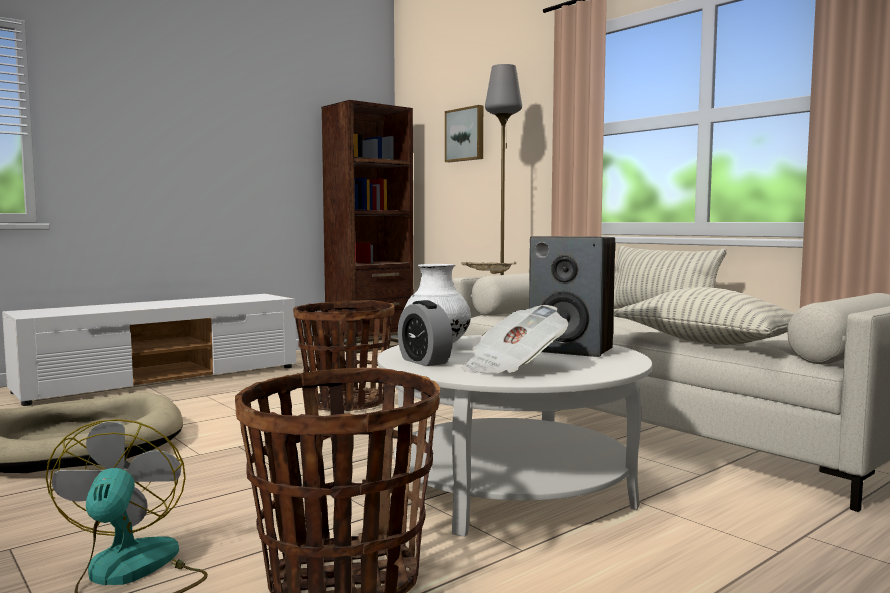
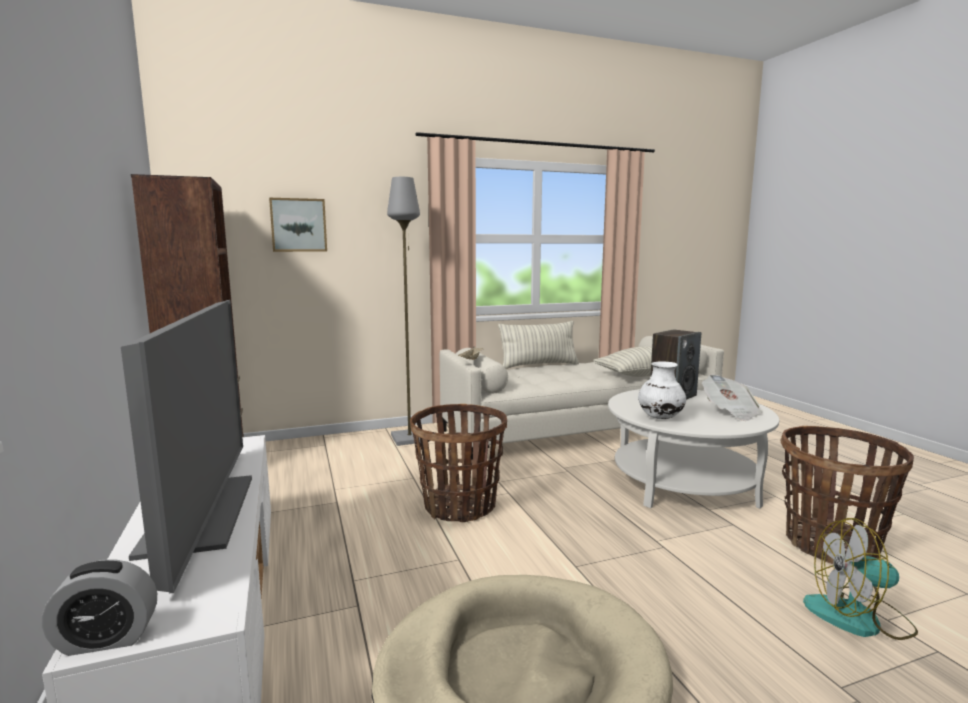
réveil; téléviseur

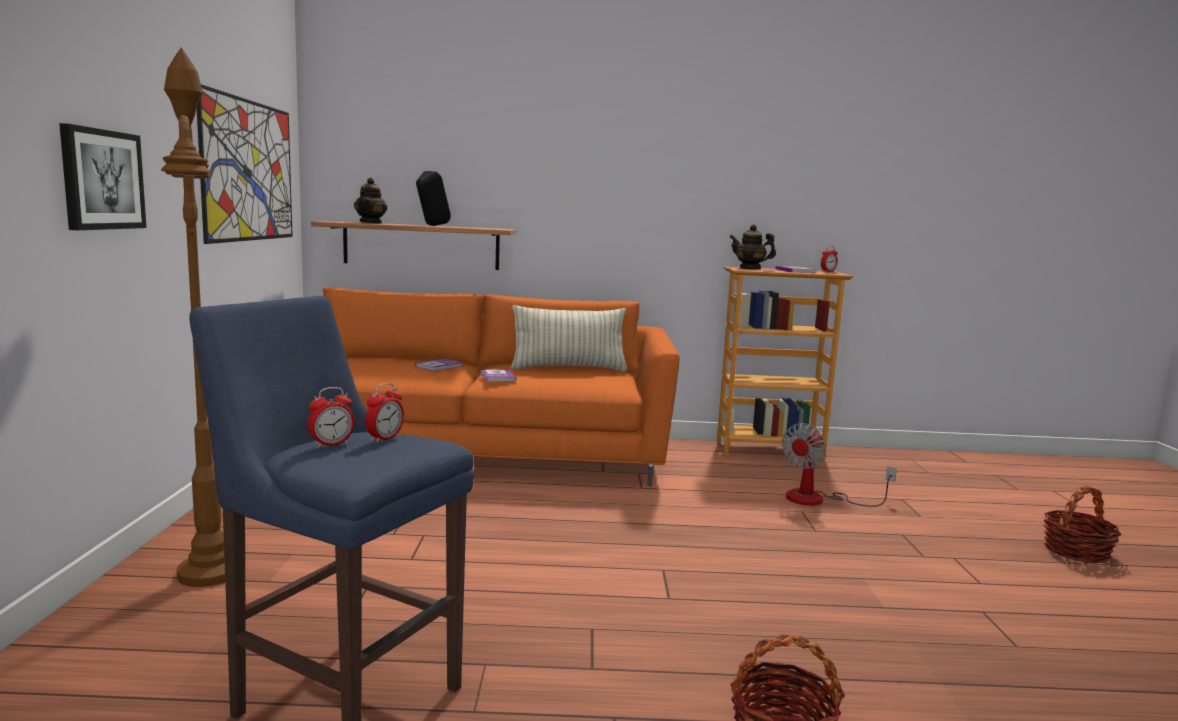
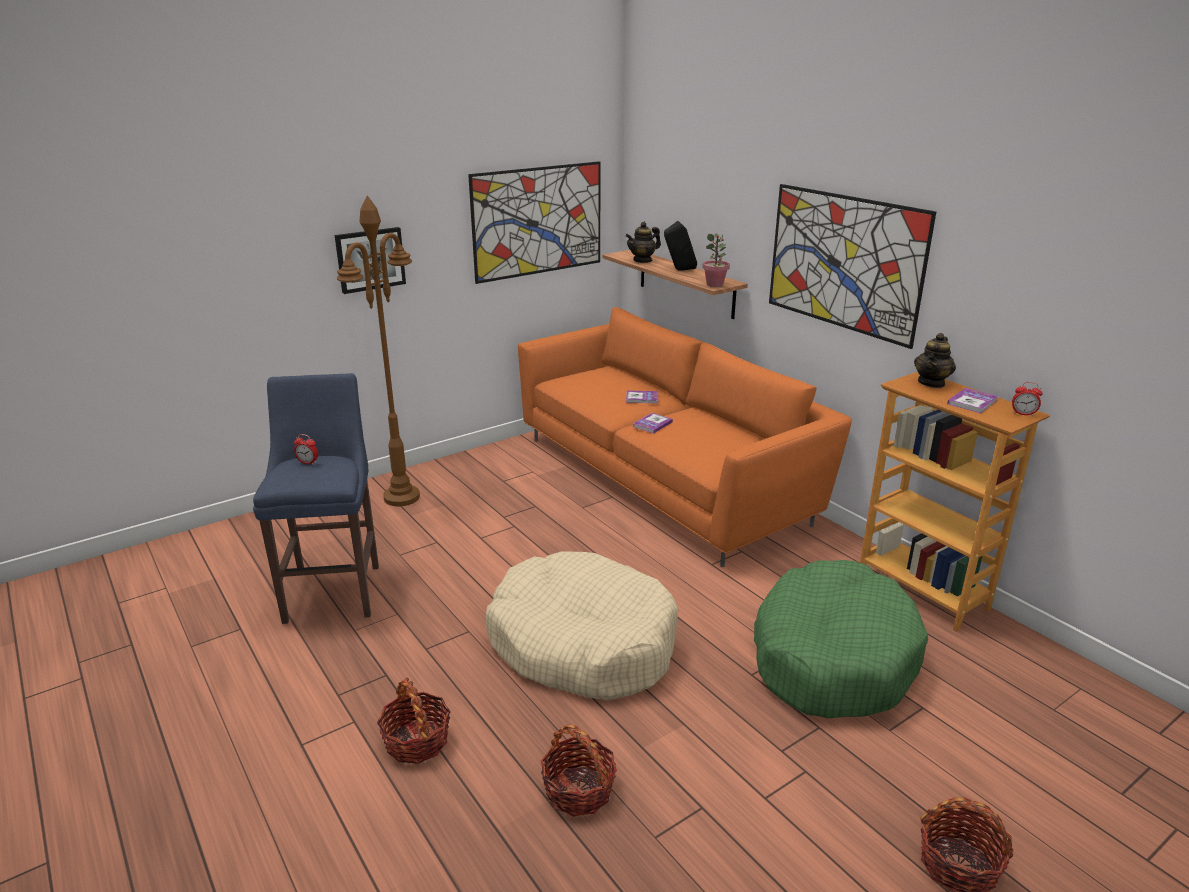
théière (no. 2 from left); coussin; réveil (no. 2 from left in the first image); panier pour chien [vert]; tableau (no. 3 from left); plante en pot; panier pour chien [beige]; panier (no. 2 from left)

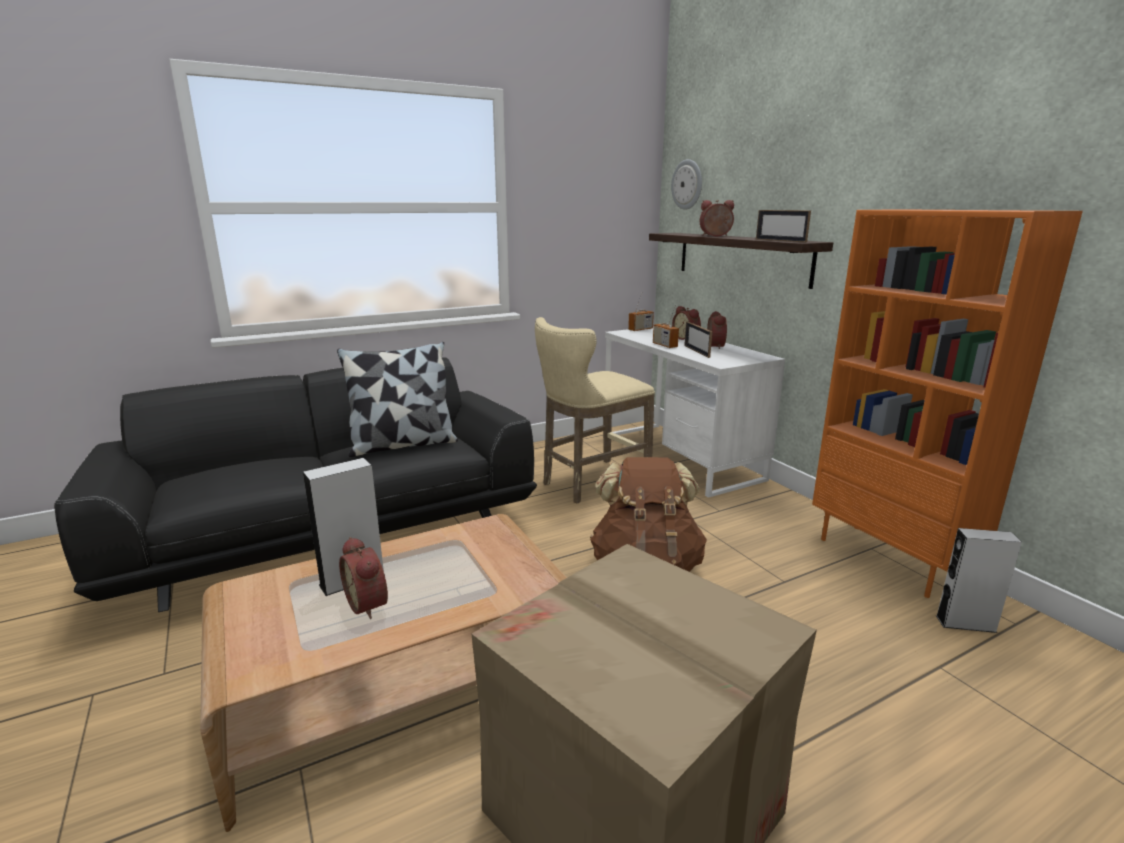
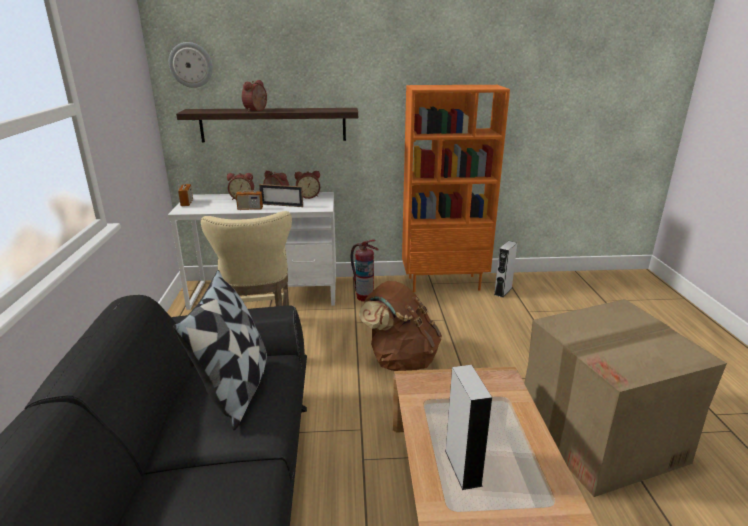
cadre photo (no. 2 from left in the first image); réveil (no. 4 from left); extincteur

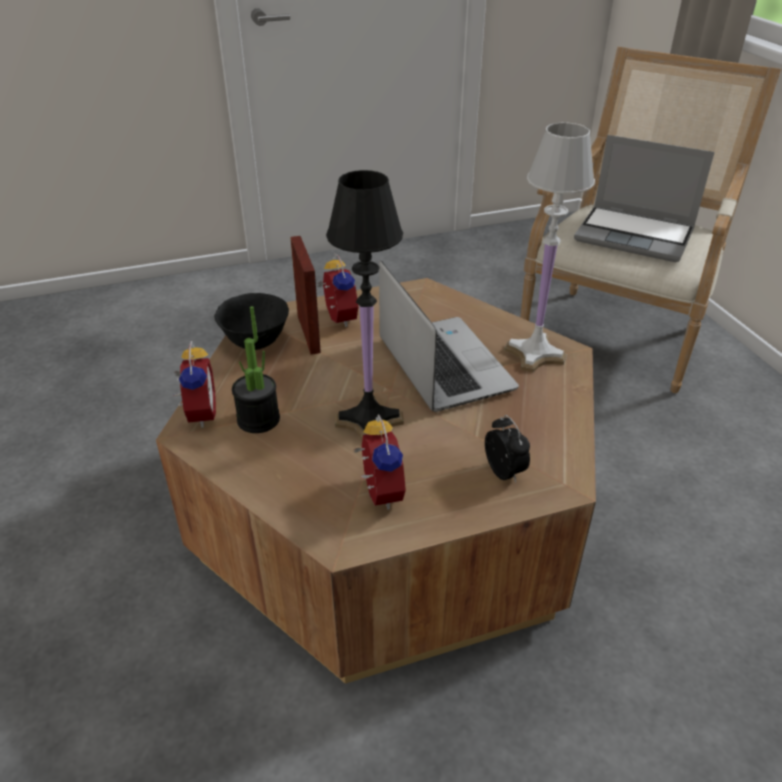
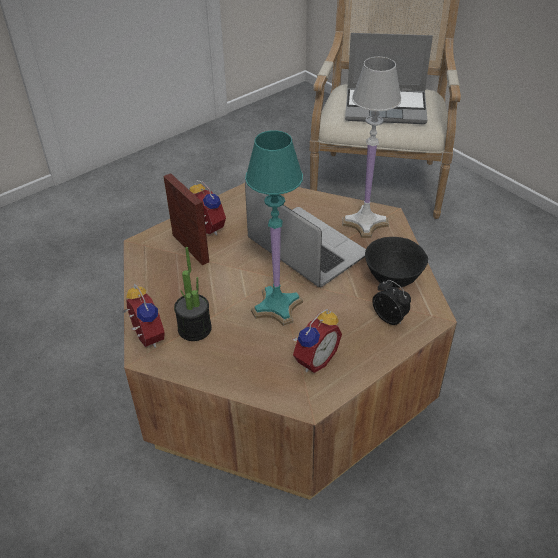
lampe de table [turquoise]; bol [noir]; réveil (no. 3 from left)

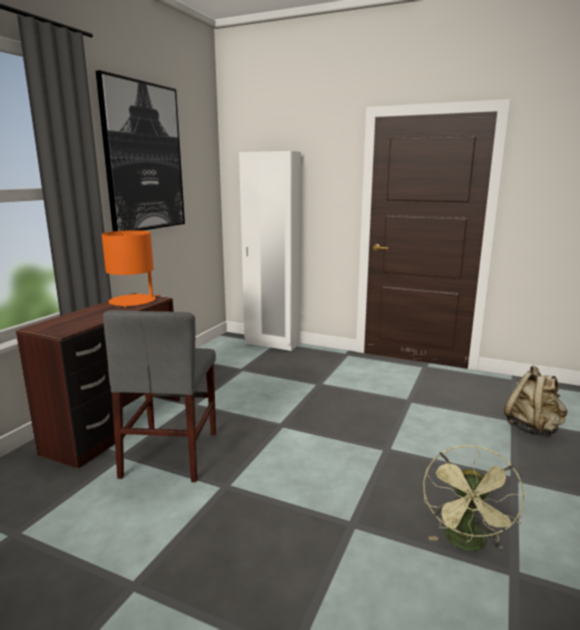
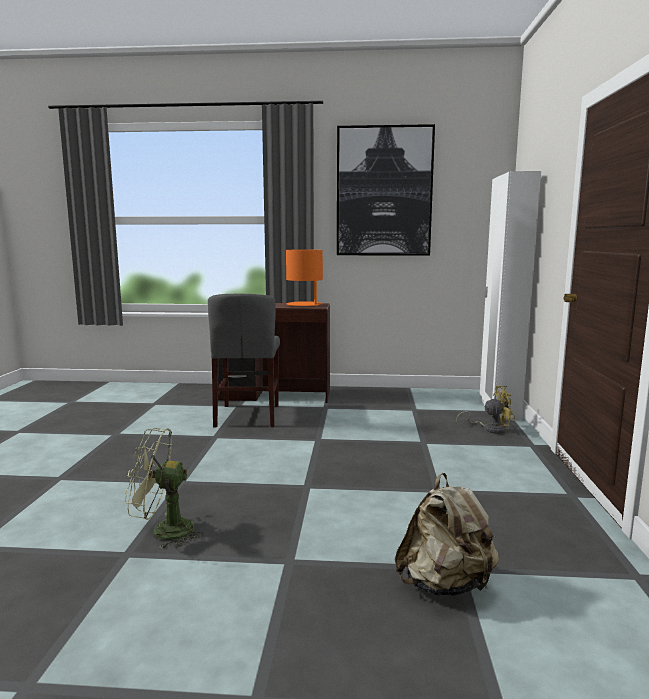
chaise [gris]; ventilateur [jaune]

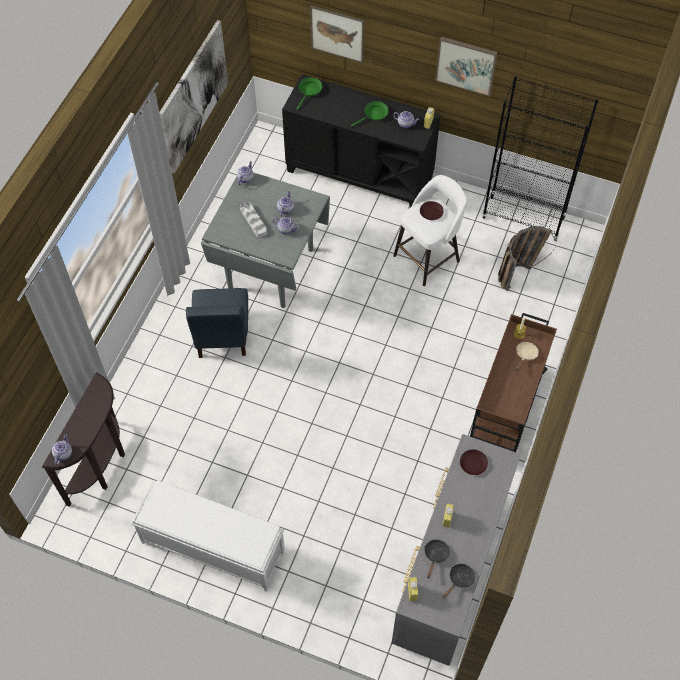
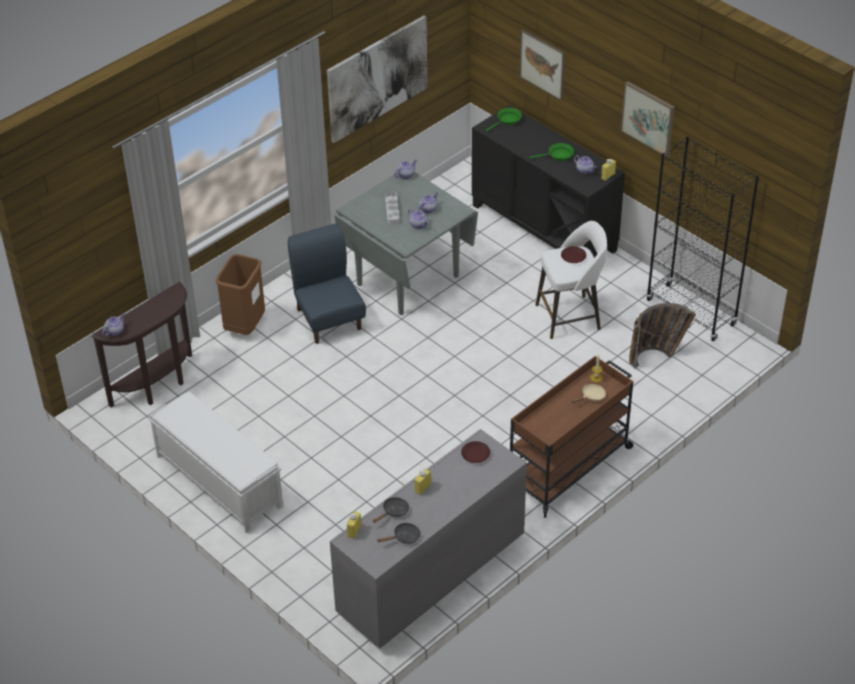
chaise [bleu]; poubelle [marron]

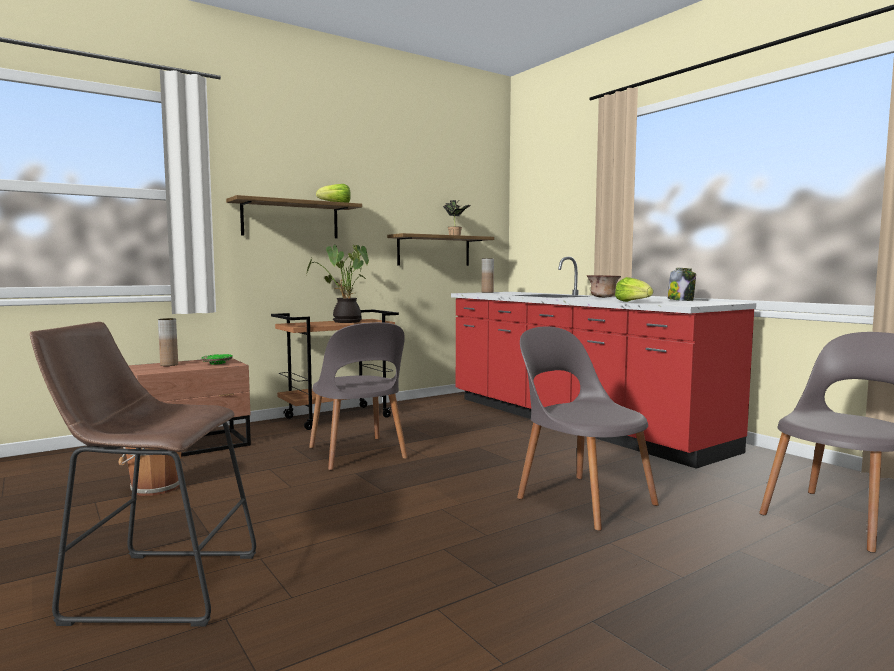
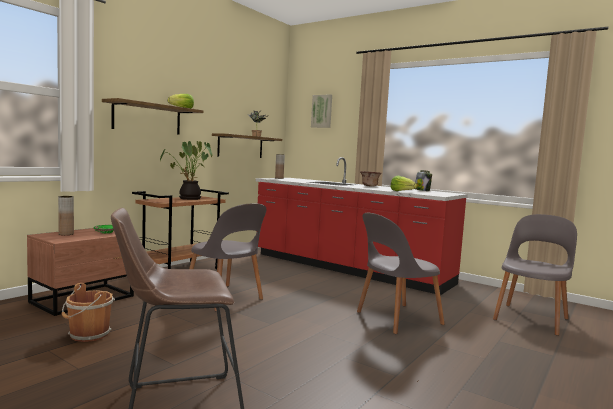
chaise [gris] (no. 2 from left); tableau

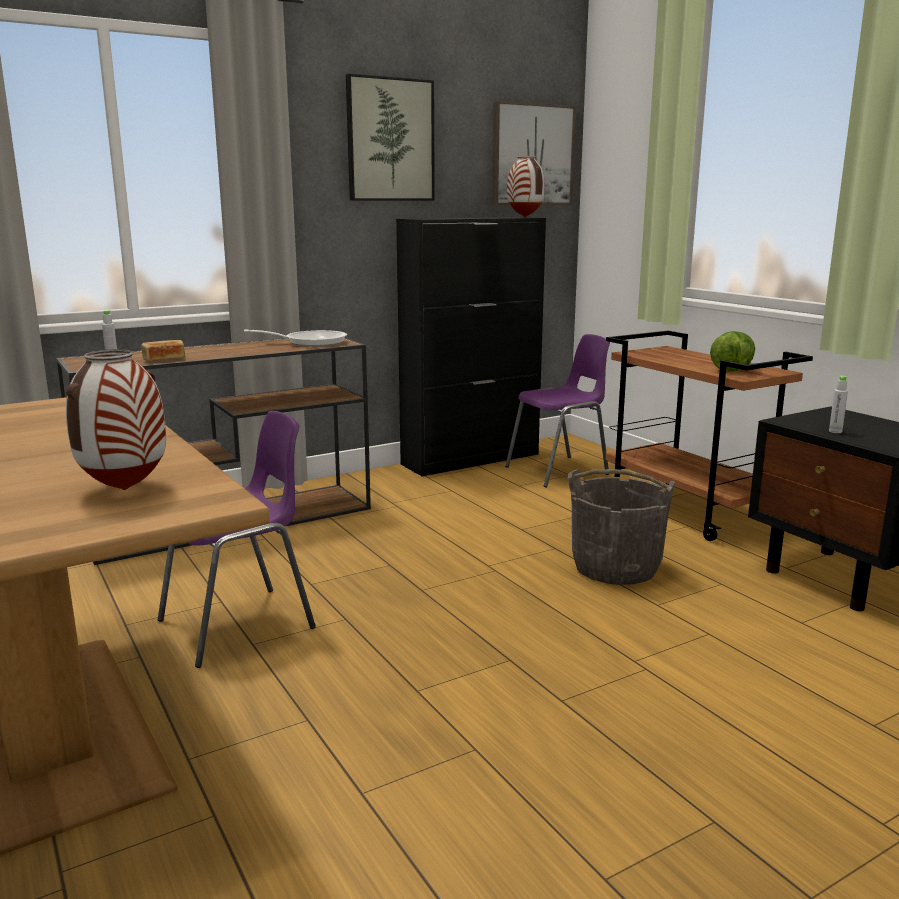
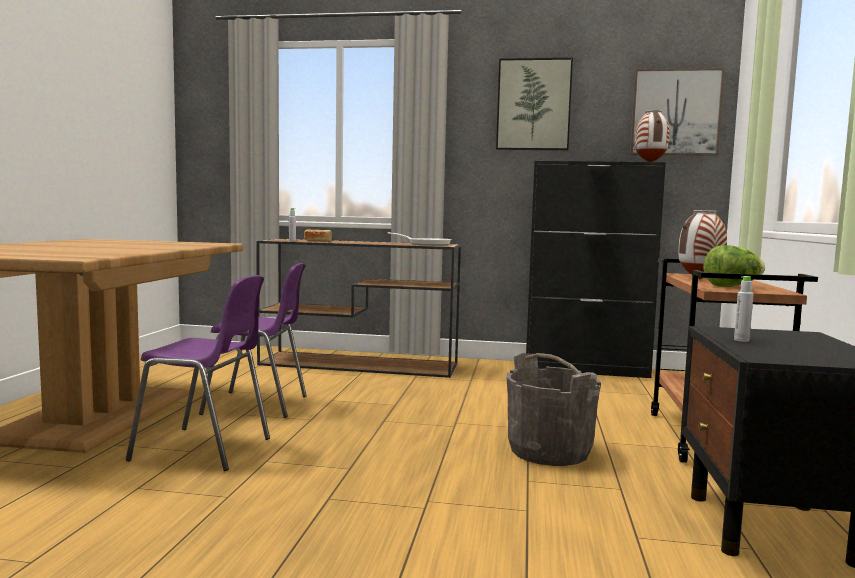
chaise [violet] (no. 1 from left); vase (no. 2 from left)

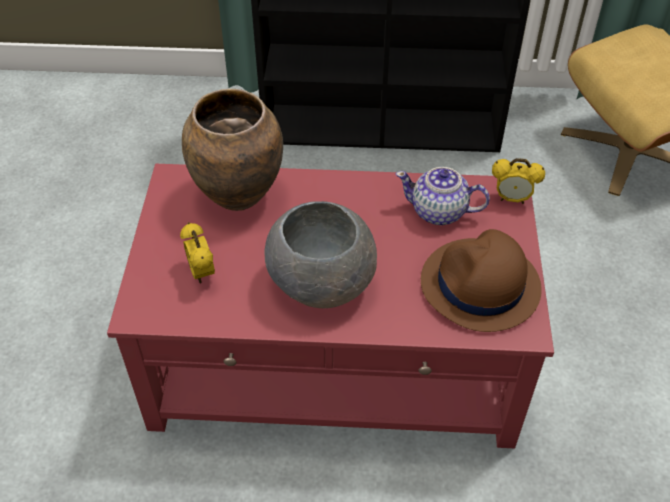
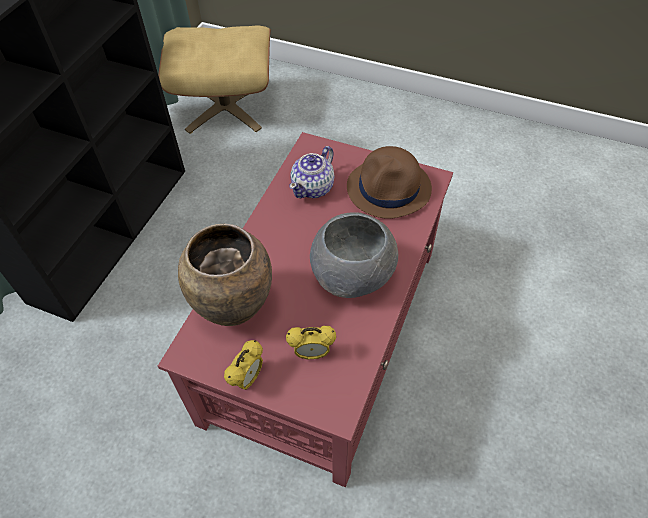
réveil (no. 1 from left)

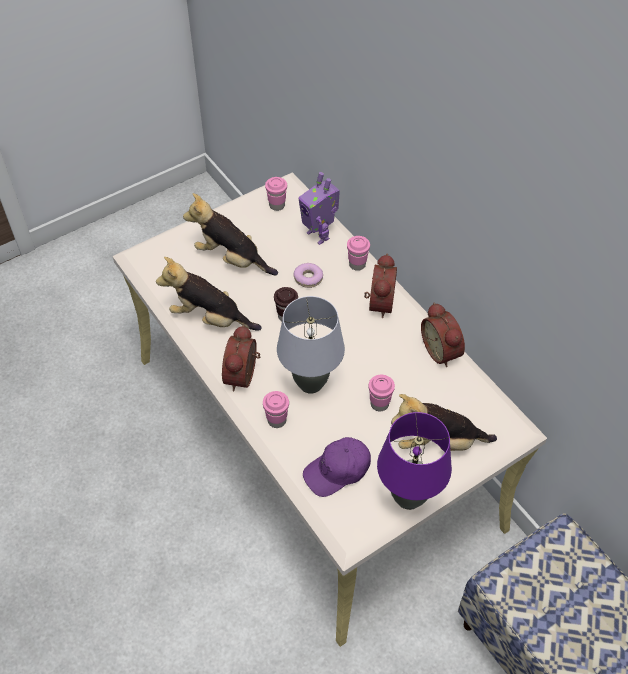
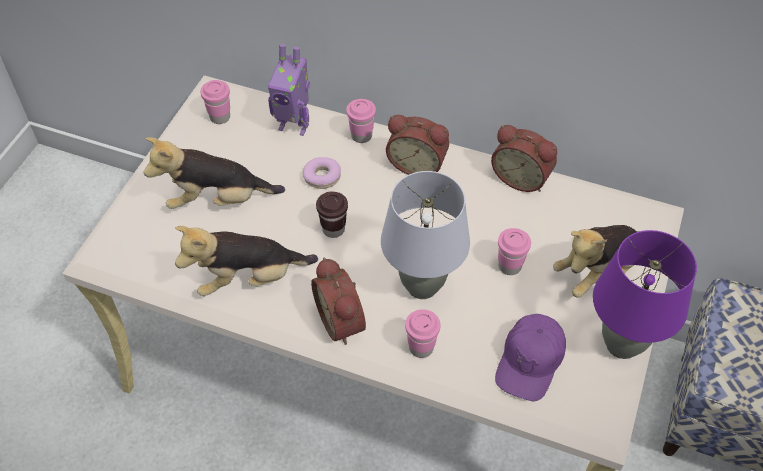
réveil (no. 2 from left)

